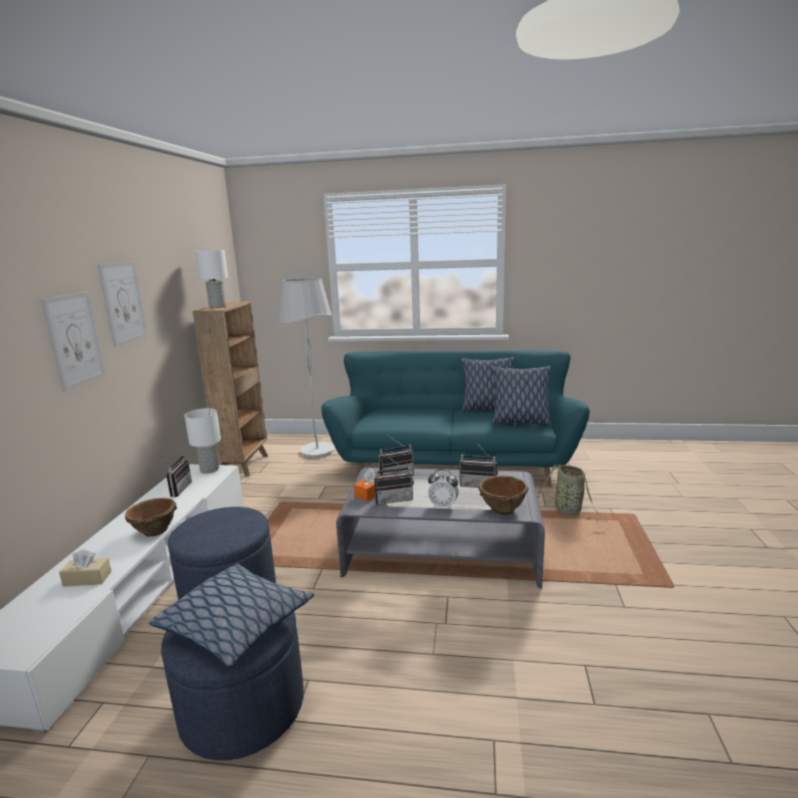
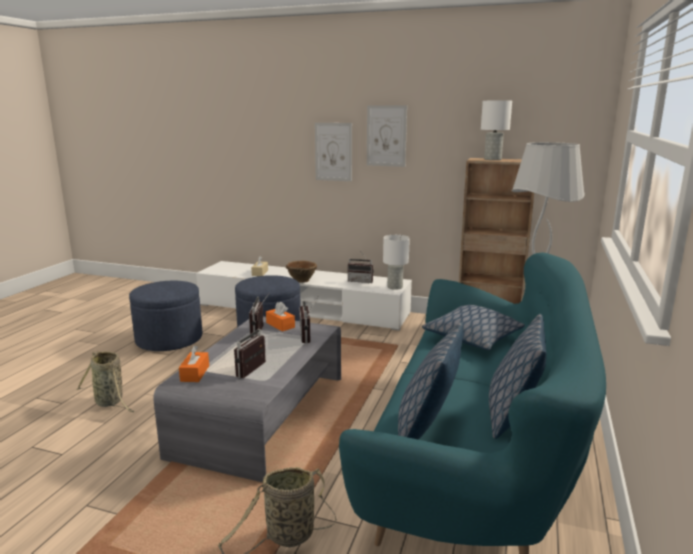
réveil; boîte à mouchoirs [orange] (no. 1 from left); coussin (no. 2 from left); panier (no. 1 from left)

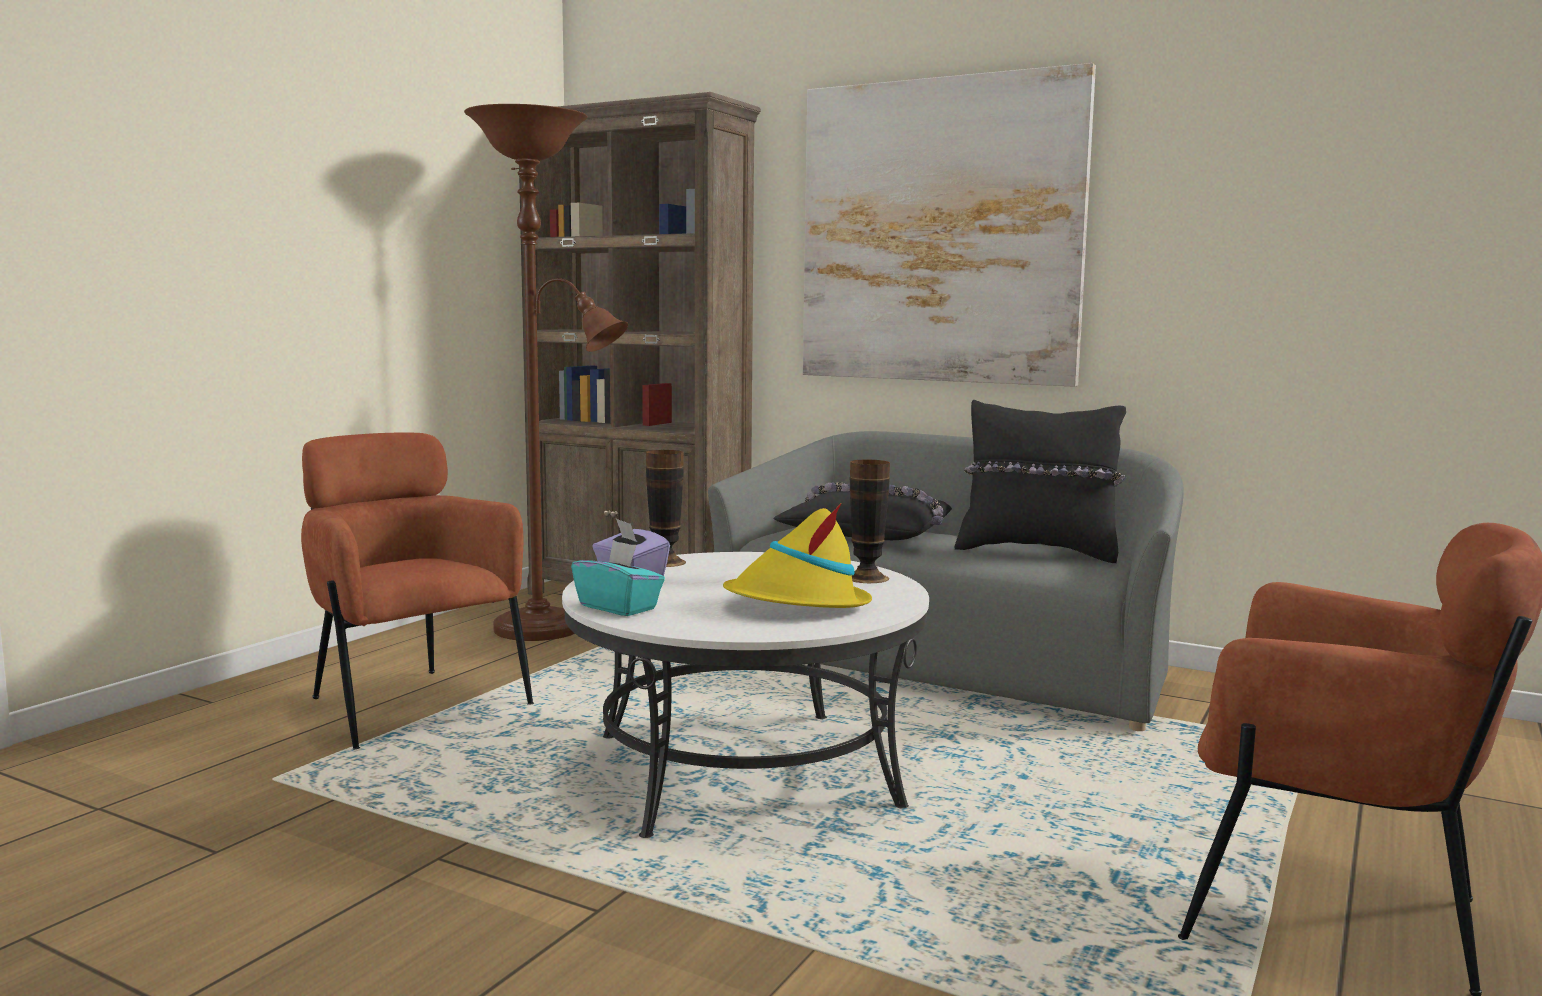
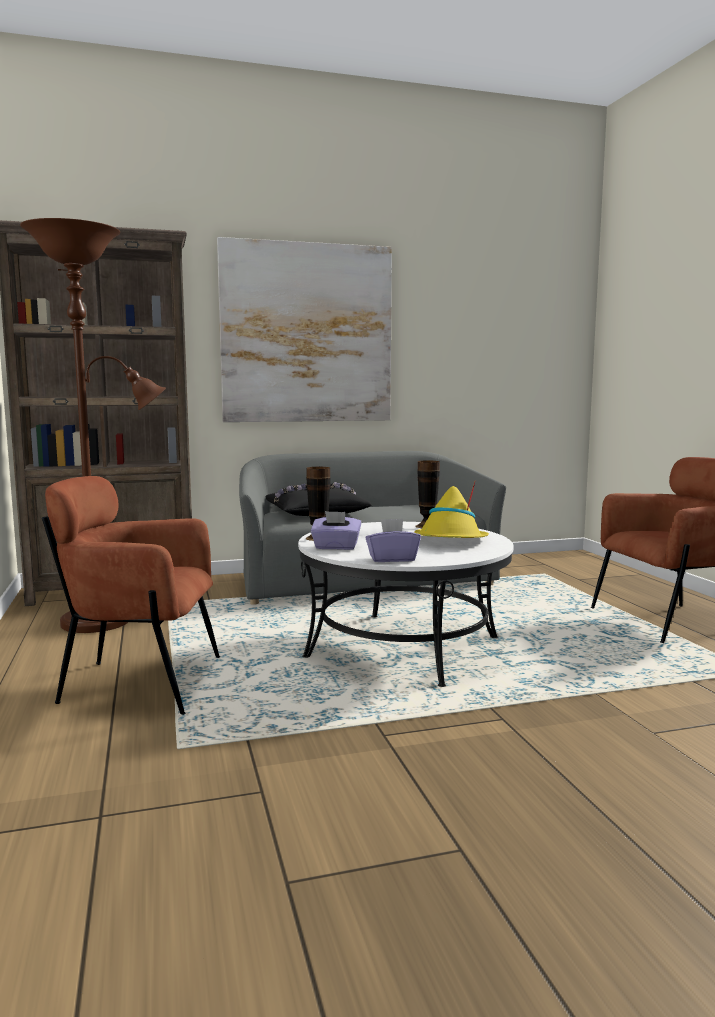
coussin [noir] (no. 2 from left in the first image); boîte à mouchoirs [violet] (no. 2 from left)

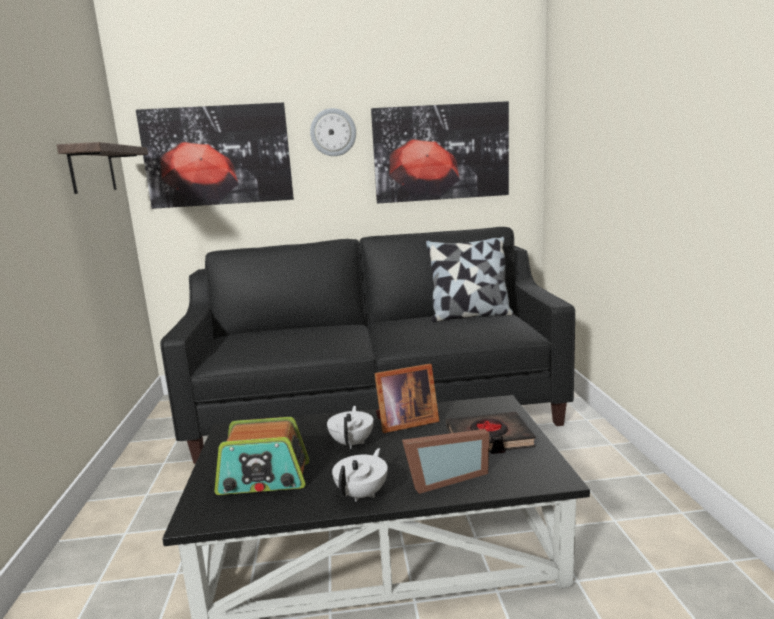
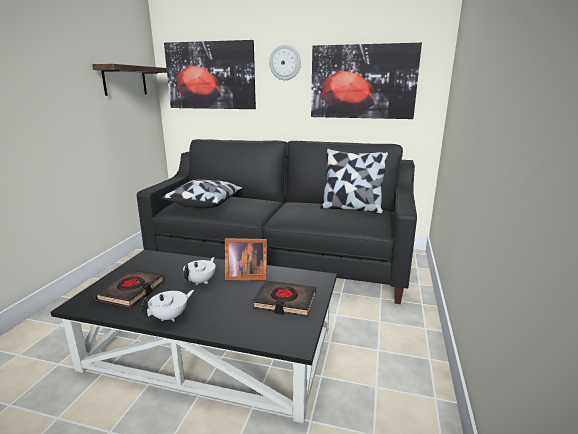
livre [noir] (no. 1 from left); cadre photo (no. 2 from left in the first image); coussin (no. 1 from left)

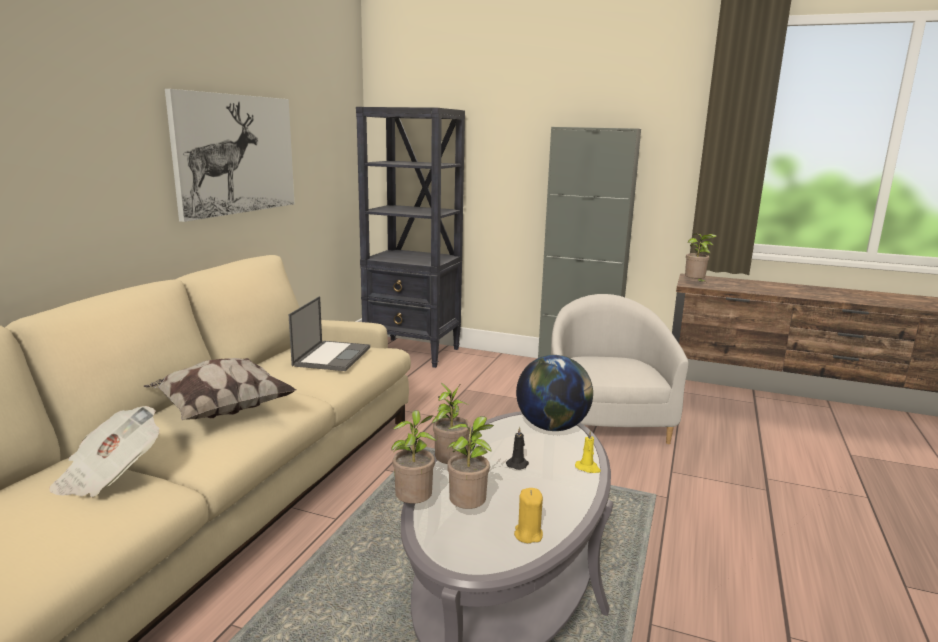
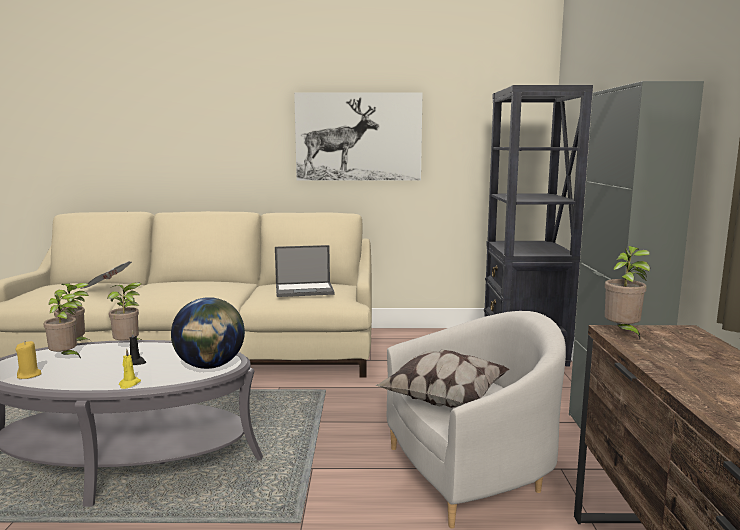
coussin

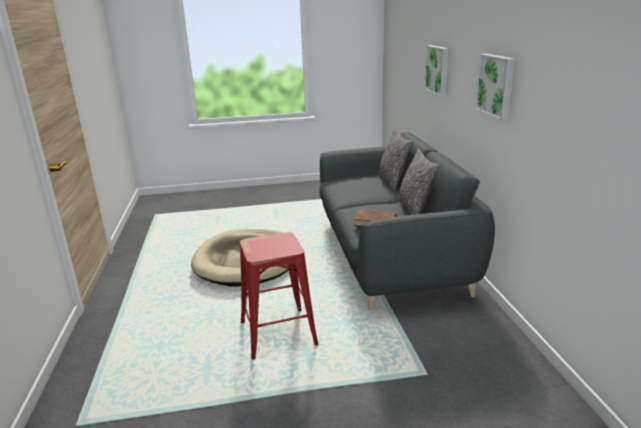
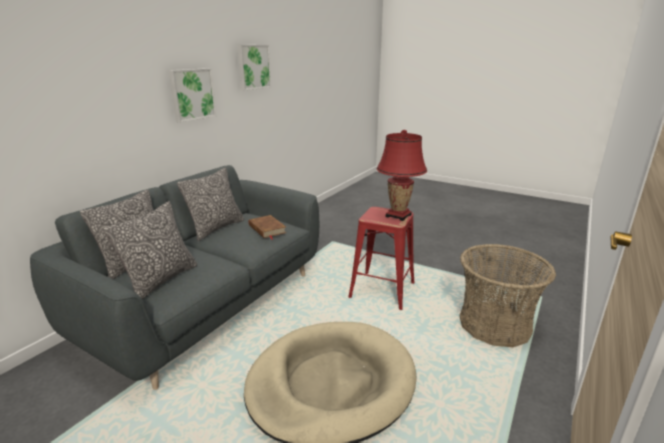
tableau (no. 2 from left); lampe de table [rouge]; coussin (no. 2 from left); panier

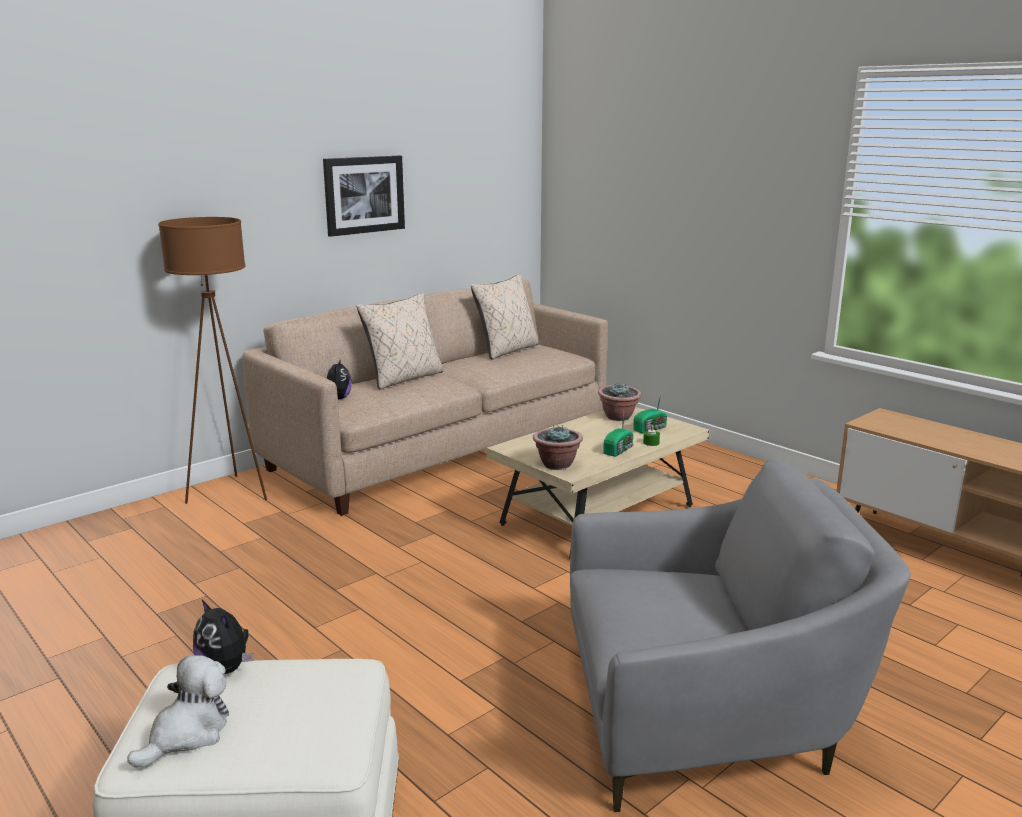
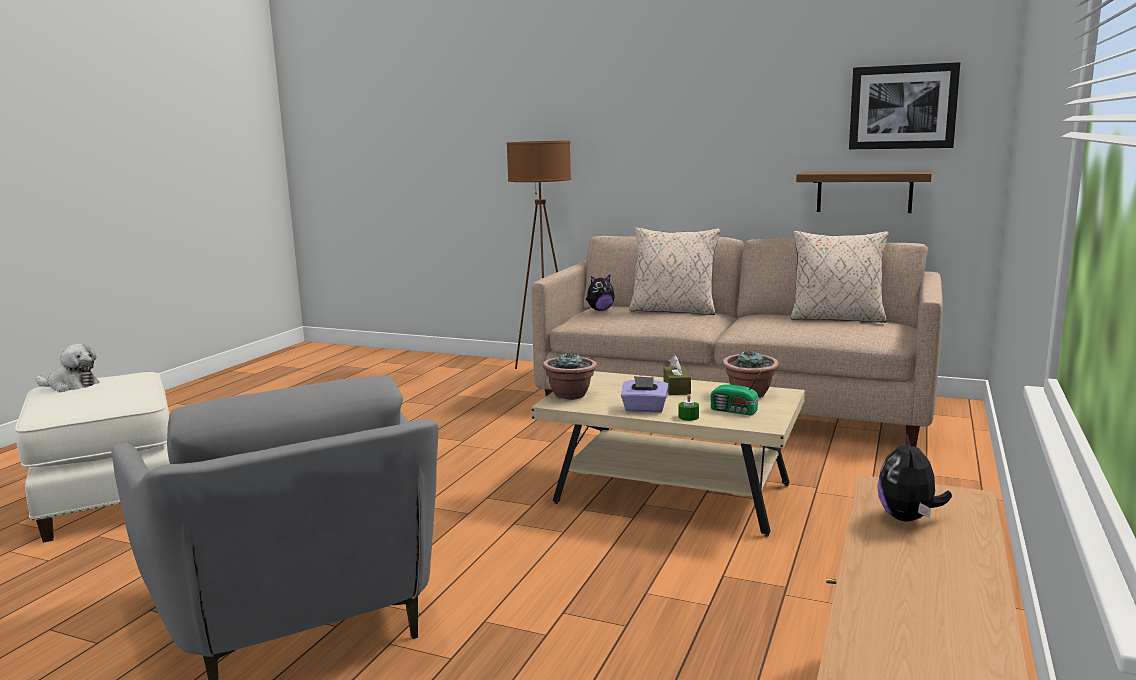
tableau; boîte à mouchoirs [violet]; peluche (no. 3 from left); étagère; boîte à mouchoirs [marron]

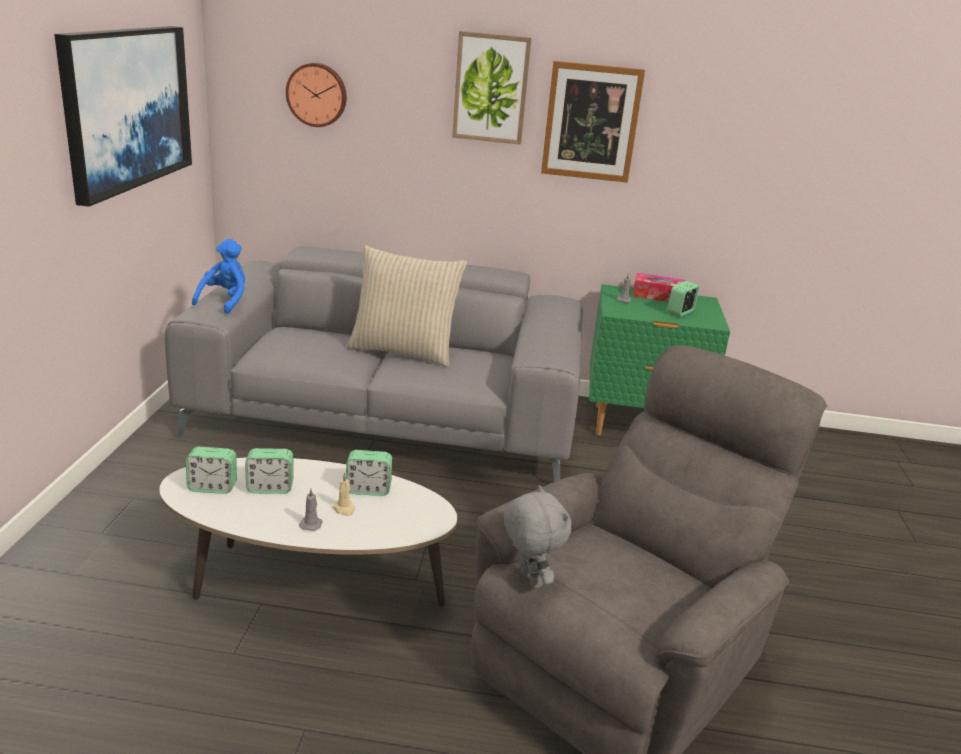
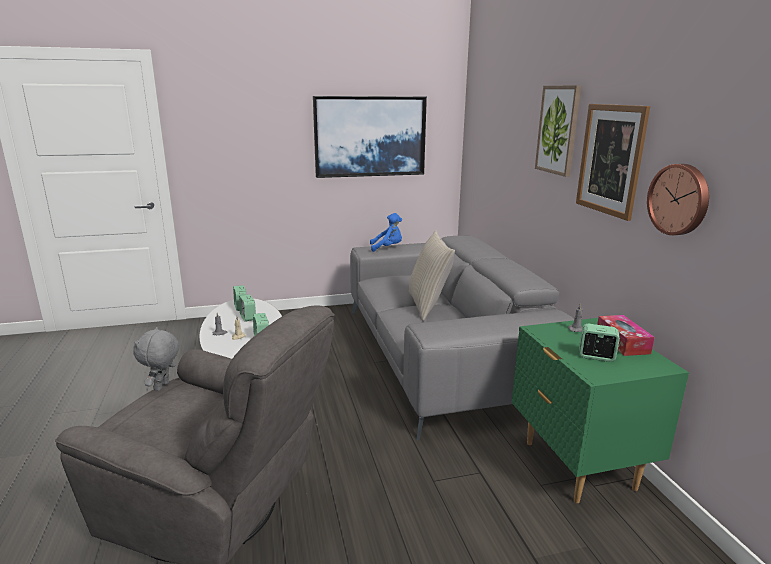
horloge murale; peluche [gris]

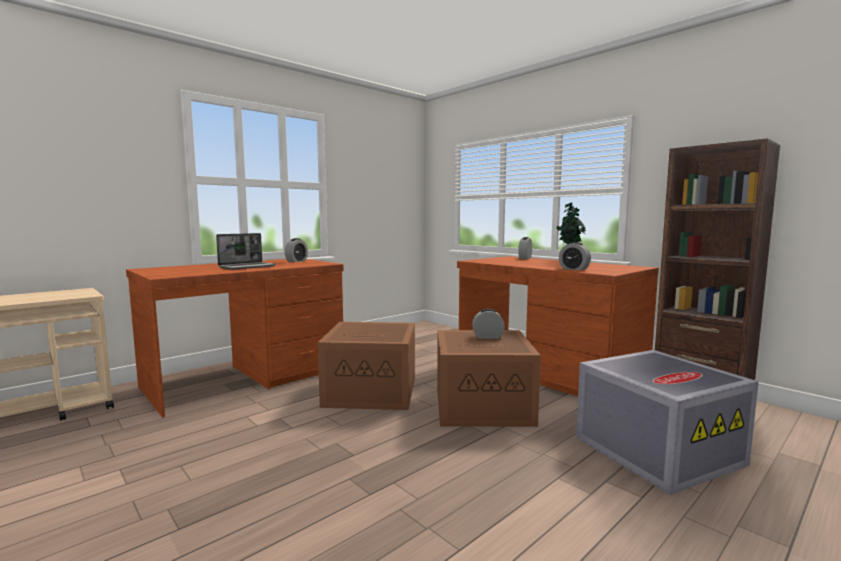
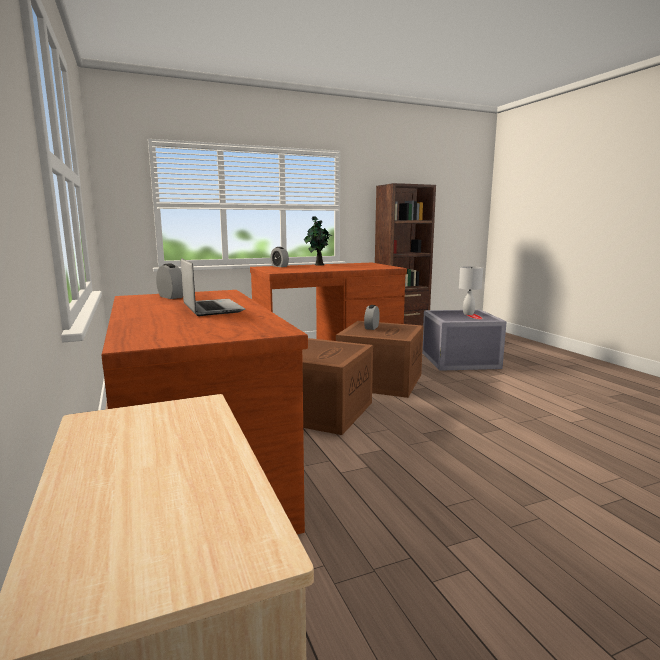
réveil (no. 4 from left in the first image); lampe de table [blanc]

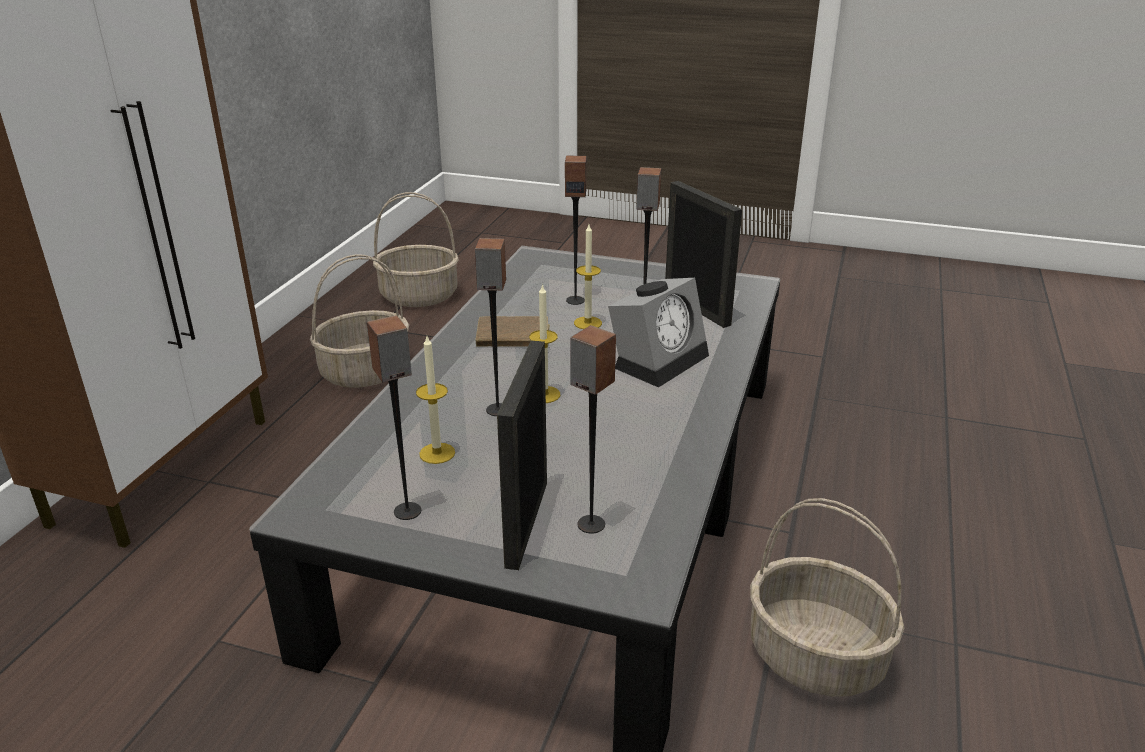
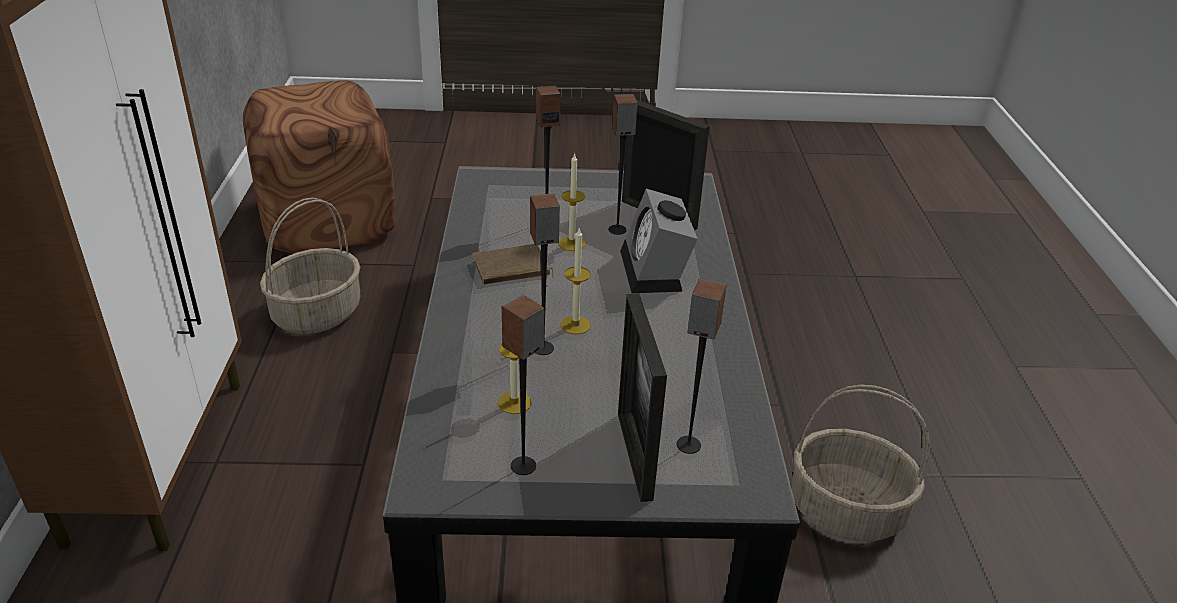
pouf [marron]; réveil

